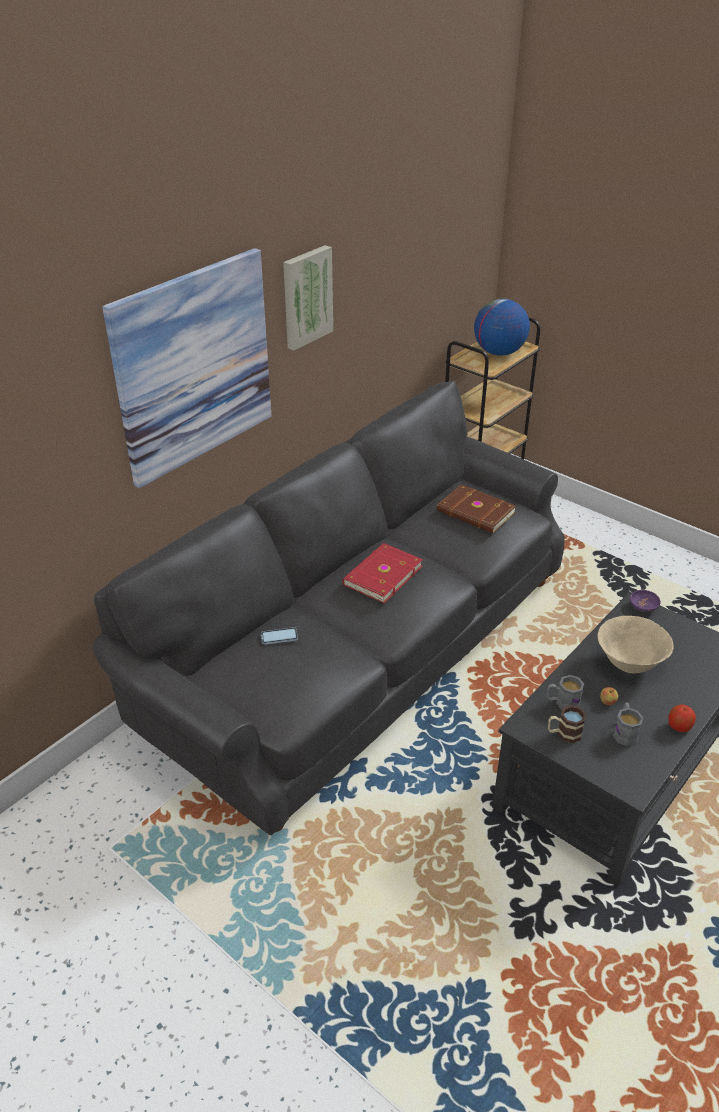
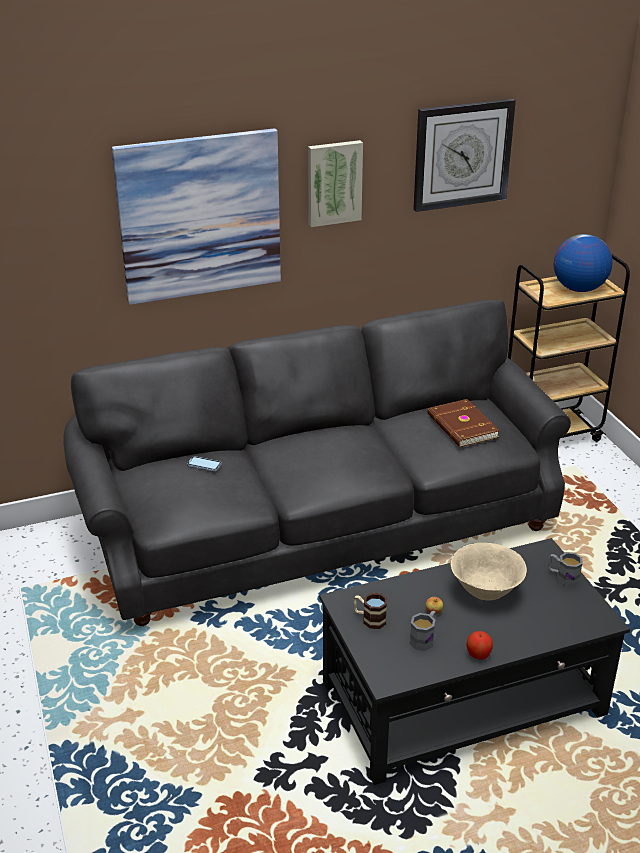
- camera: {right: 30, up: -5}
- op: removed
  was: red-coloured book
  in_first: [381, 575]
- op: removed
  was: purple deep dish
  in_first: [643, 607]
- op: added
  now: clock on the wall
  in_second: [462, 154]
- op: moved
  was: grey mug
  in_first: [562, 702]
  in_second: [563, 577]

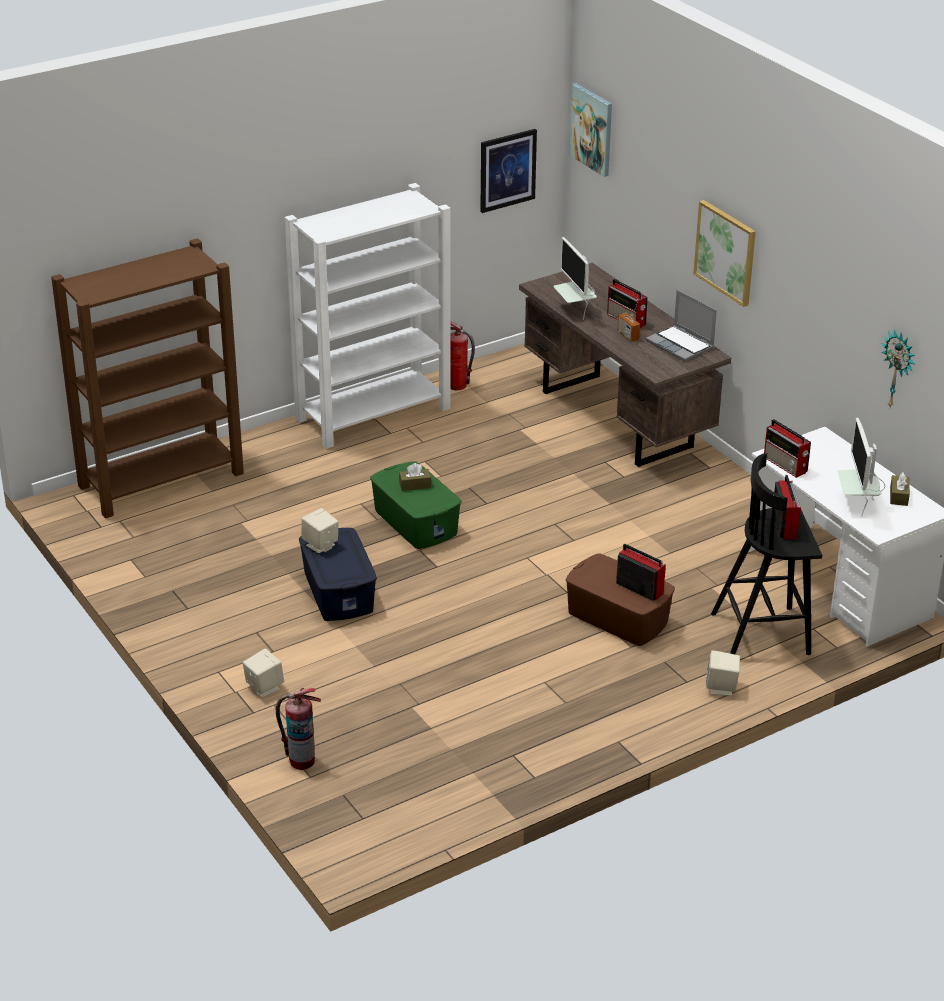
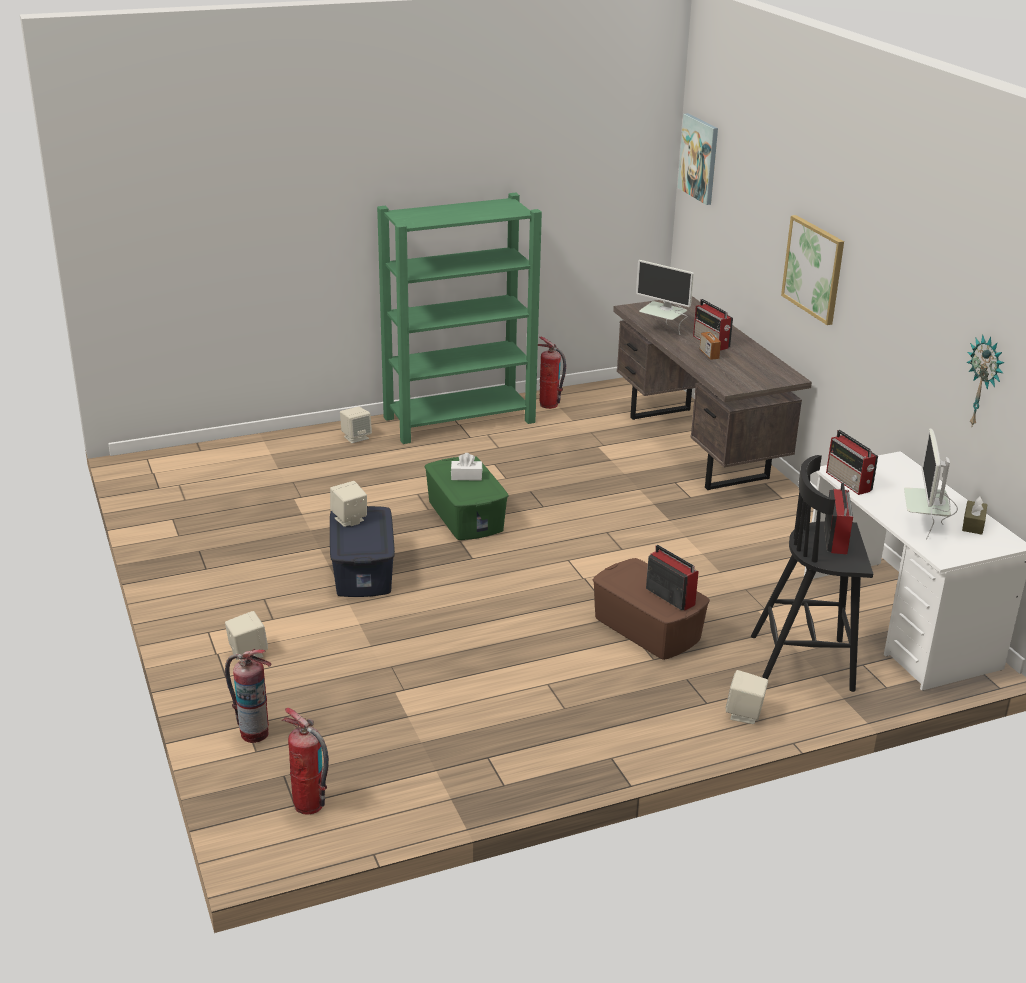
- camera: {right: 10, up: -5}
- op: removed
  was: brown shelving unit
  in_first: [161, 479]
- op: removed
  was: picture
  in_first: [507, 170]
- op: removed
  was: laptop
  in_first: [681, 345]
- op: added
  now: extinguisher
  in_second: [309, 805]
- op: added
  now: beige-coloured speaker
  in_second: [356, 437]
- op: recoloured
  was: white shelving unit
  now: green-coloured shelving unit
  in_first: [373, 414]
  in_second: [459, 420]
- op: recoloured
  was: brown tissue box
  now: white tissue box
  in_first: [415, 485]
  in_second: [466, 476]
- op: turned
  was: monitor
  in_first: [575, 310]
  in_second: [662, 330]
  clockwise: -45

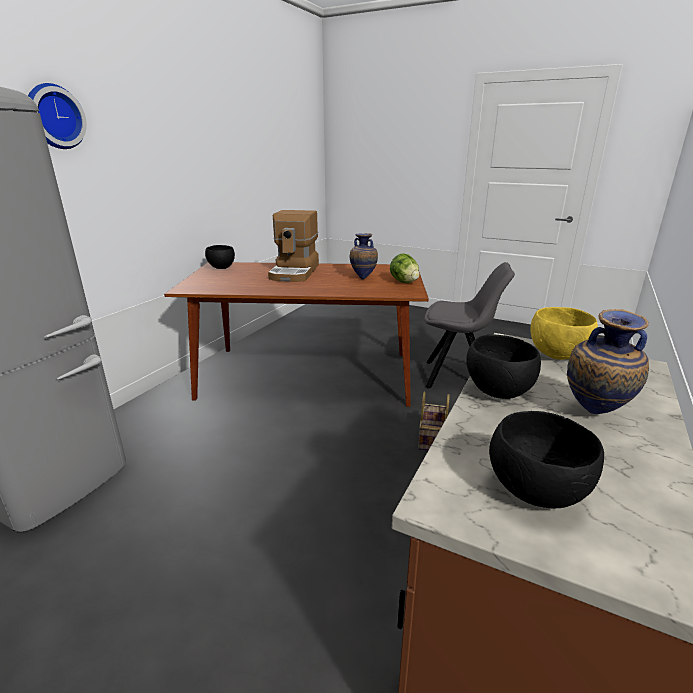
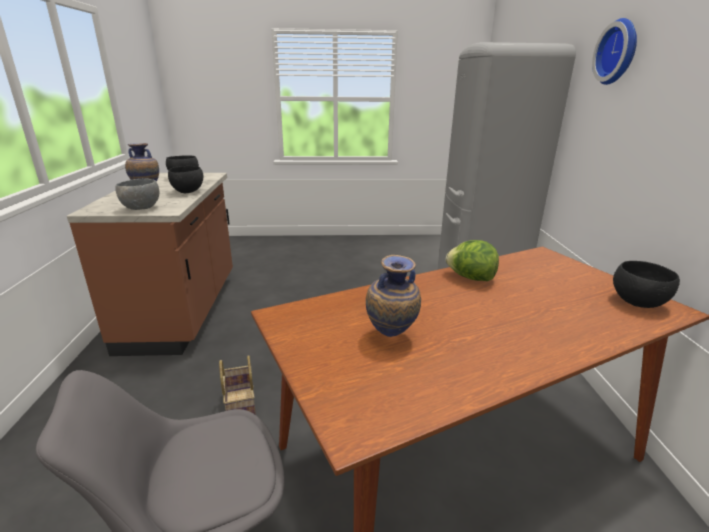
- camera: {right: 150, up: 0}
- op: removed
  was: coffee machine
  in_first: [295, 272]
- op: moved
  was: head of lettuce
  in_first: [404, 282]
  in_second: [470, 278]
- op: recoloured
  was: yellowish deep dish
  now: grey deep dish
  in_first: [556, 354]
  in_second: [142, 208]

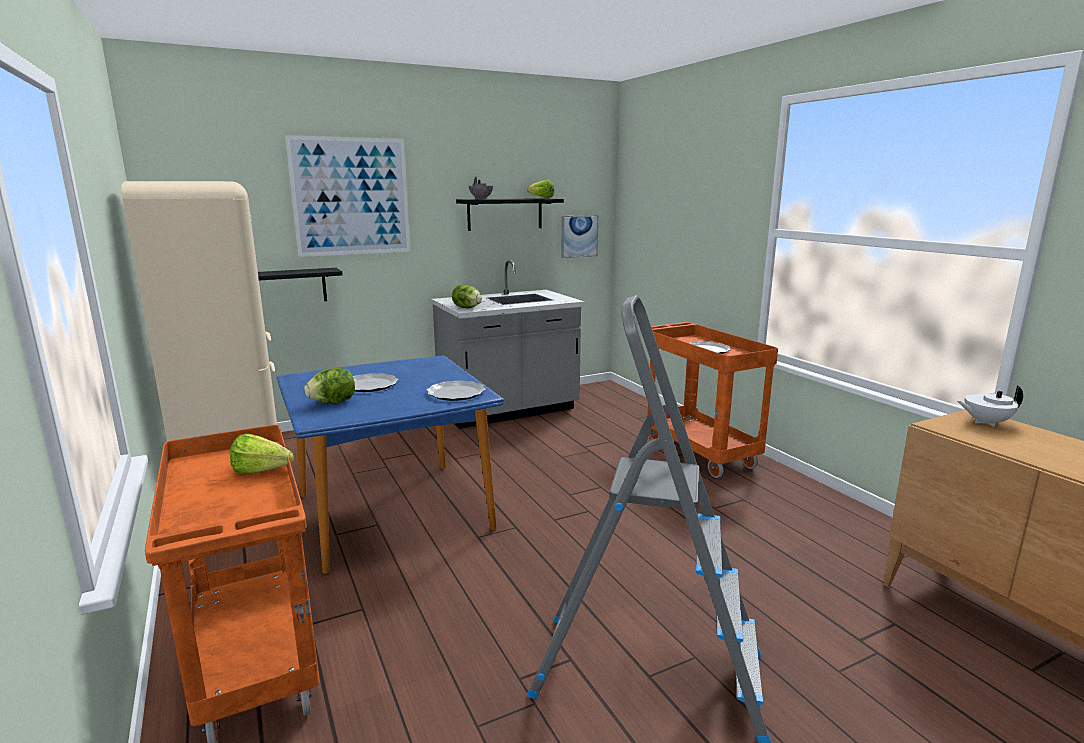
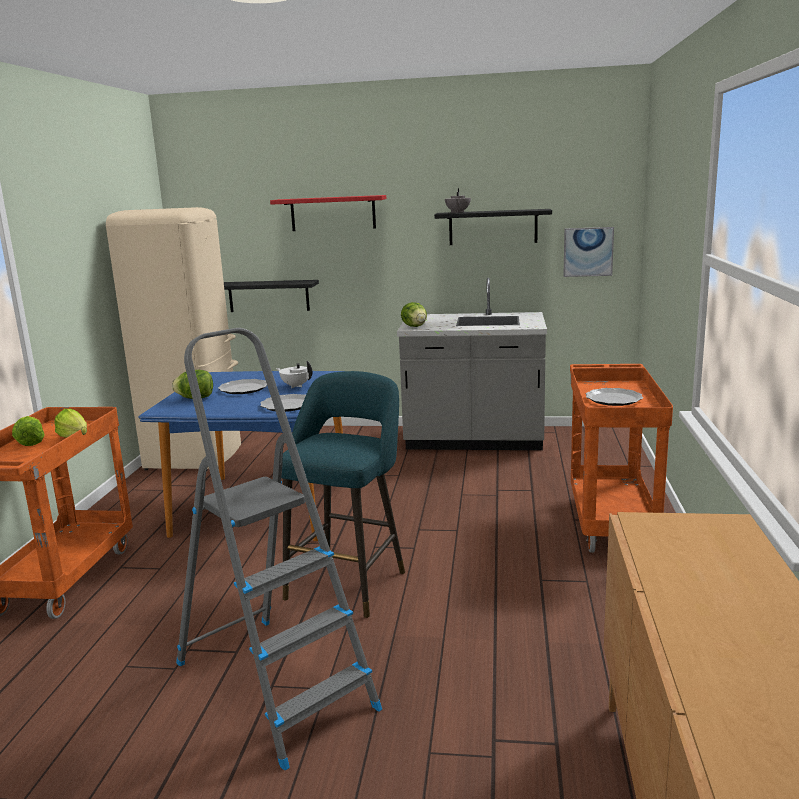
- camera: {right: 35, up: 0}
- op: added
  now: turquoise-coloured sitting stool
  in_second: [349, 582]
- op: moved
  was: head of lettuce
  in_first: [540, 198]
  in_second: [32, 440]
- op: moved
  was: white teapot
  in_first: [985, 422]
  in_second: [296, 386]
- op: replaced
  was: picture
  now: red-coloured shelf
  in_first: [351, 197]
  in_second: [333, 213]

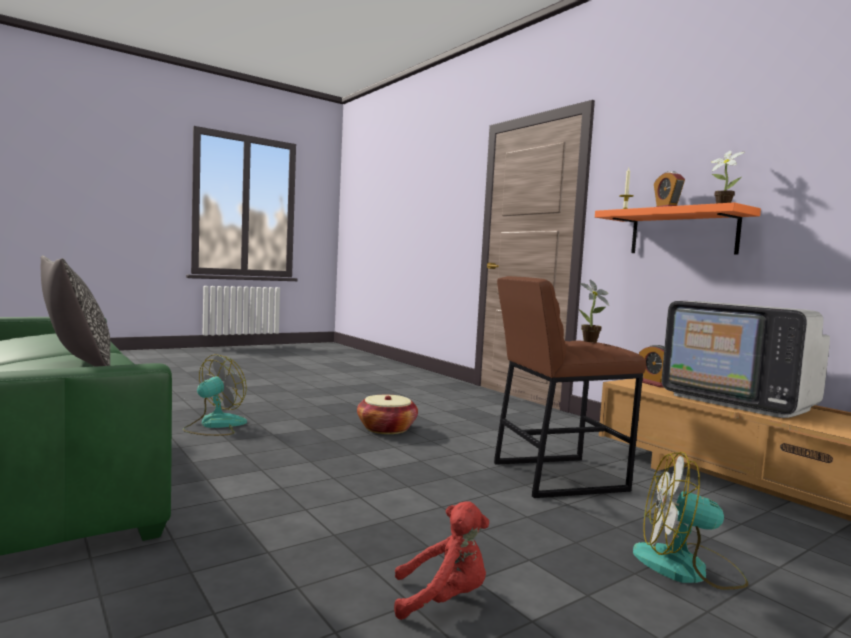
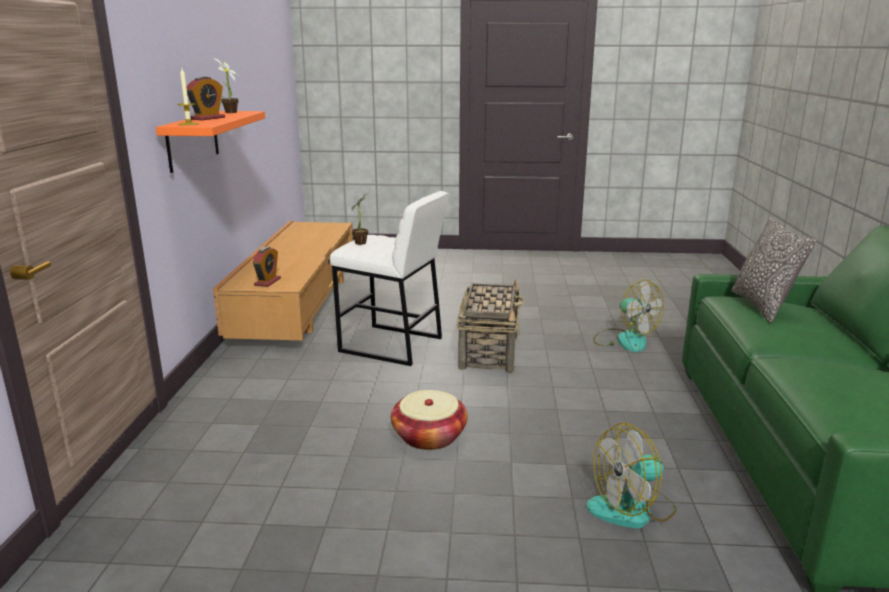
- camera: {right: -140, up: 15}
- op: removed
  was: red-coloured cuddly toy
  in_first: [443, 600]
- op: removed
  was: TV set
  in_first: [738, 402]
- op: added
  now: basket
  in_second: [489, 352]
- op: moved
  was: cooling fan
  in_first: [687, 568]
  in_second: [624, 340]
- op: recoloured
  was: brown sitting stool
  now: white sitting stool
  in_first: [555, 476]
  in_second: [393, 345]

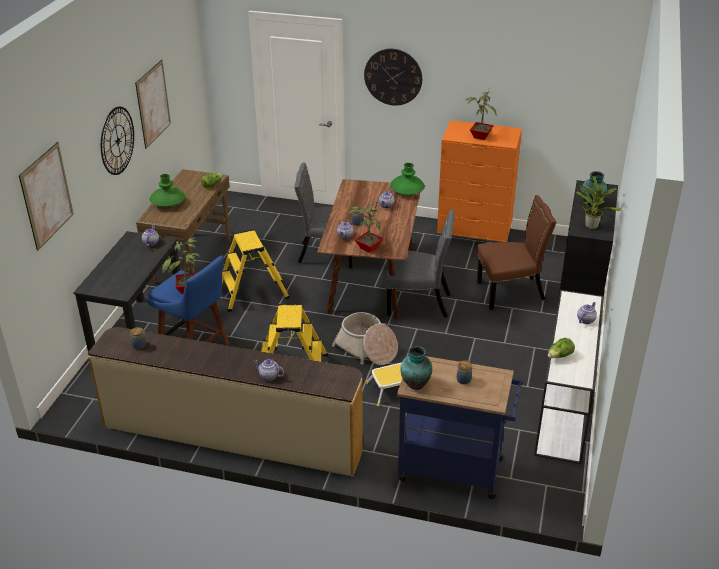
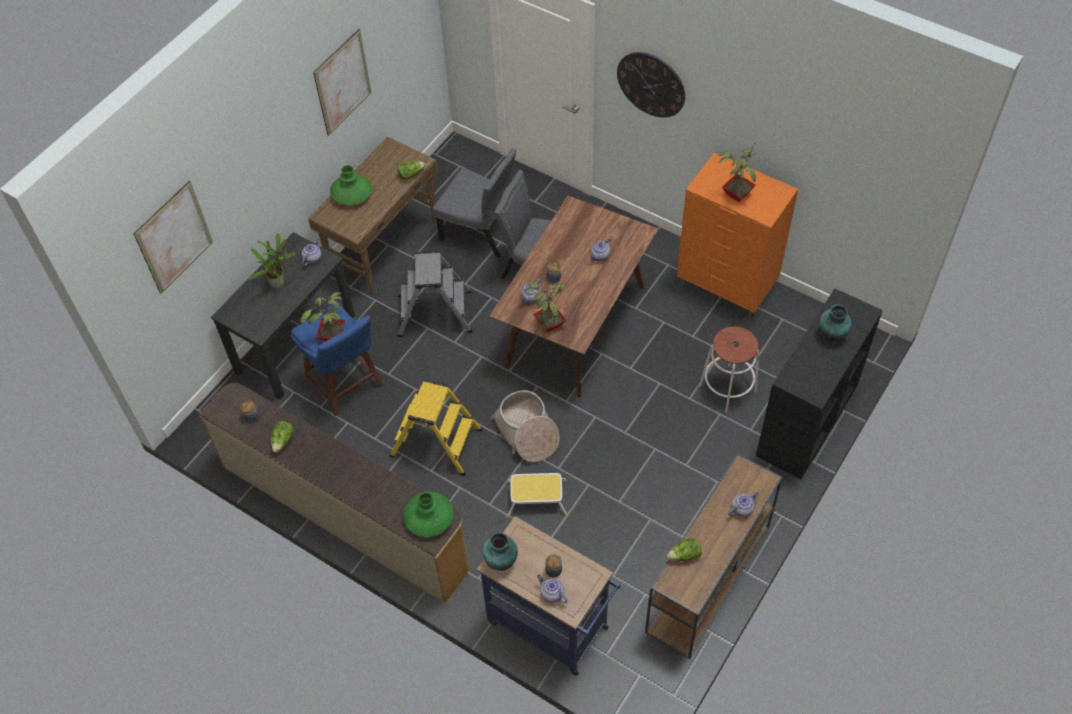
- camera: {right: 20, up: 20}
- op: removed
  was: clock on the wall
  in_first: [117, 140]
- op: added
  now: head of lettuce
  in_second: [283, 440]
- op: moved
  was: teapot
  in_first: [269, 376]
  in_second: [551, 594]
- op: moved
  was: grey chair
  in_first: [417, 303]
  in_second: [479, 231]
- op: moved
  was: green-coloured decorative vase
  in_first: [407, 191]
  in_second: [429, 518]
- op: moved
  was: houseplant
  in_first: [591, 225]
  in_second: [278, 282]
- op: replaced
  was: brown chair
  now: white sitting stool
  in_first: [509, 292]
  in_second: [727, 388]
- op: recoloured
  was: yellowish step stool
  now: grey step stool
  in_first: [253, 292]
  in_second: [434, 313]
- op: recoloured
  was: white hall table
  now: brown hall table
  in_first: [564, 409]
  in_second: [708, 580]

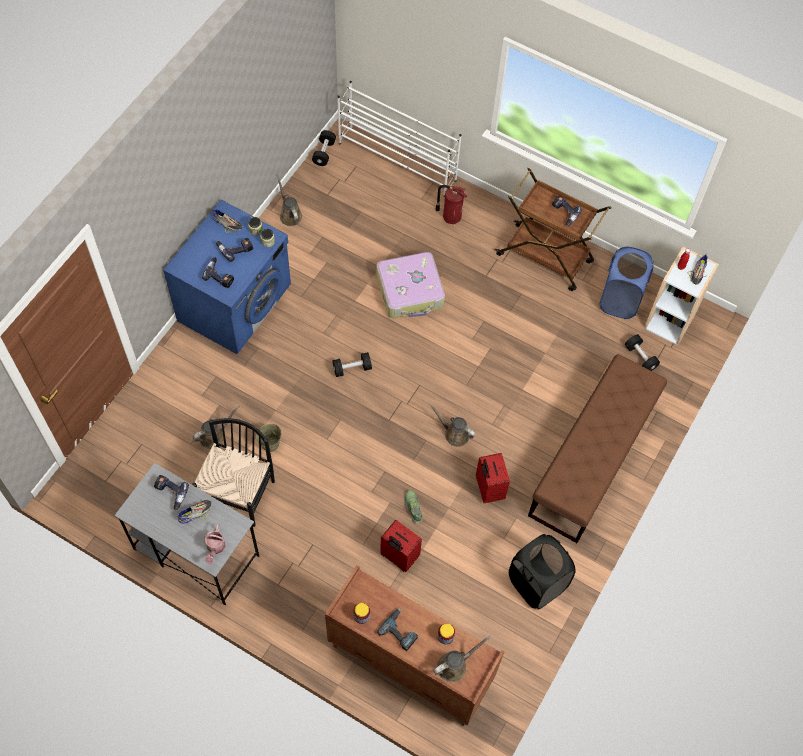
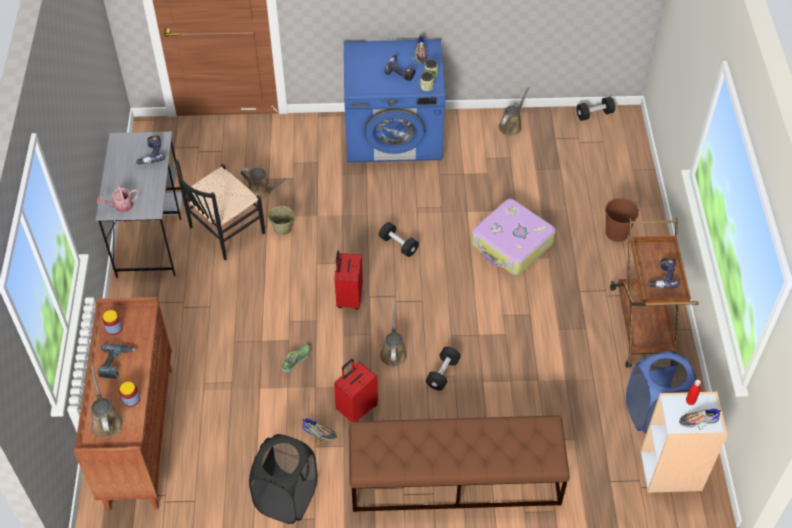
- camera: {right: 60, up: -10}
- op: removed
  was: drill
  in_first: [220, 275]
- op: removed
  was: white shoe stand
  in_first: [397, 162]
- op: moved
  was: item of footwear
  in_first: [195, 512]
  in_second: [319, 432]
- op: moved
  was: red-coloured piece of luggage
  in_first: [398, 556]
  in_second: [348, 298]
- op: moved
  was: black-coloured hand weight
  in_first: [640, 357]
  in_second: [442, 373]
- op: replaced
  was: extinguisher
  now: brown pail
  in_first: [450, 217]
  in_second: [616, 233]
- op: turned
  was: black-coloured chair
  in_first: [239, 491]
  in_second: [224, 232]
  clockwise: 150
- op: turned
  was: brown watering pot
  in_first: [455, 665]
  in_second: [106, 420]
  clockwise: -135

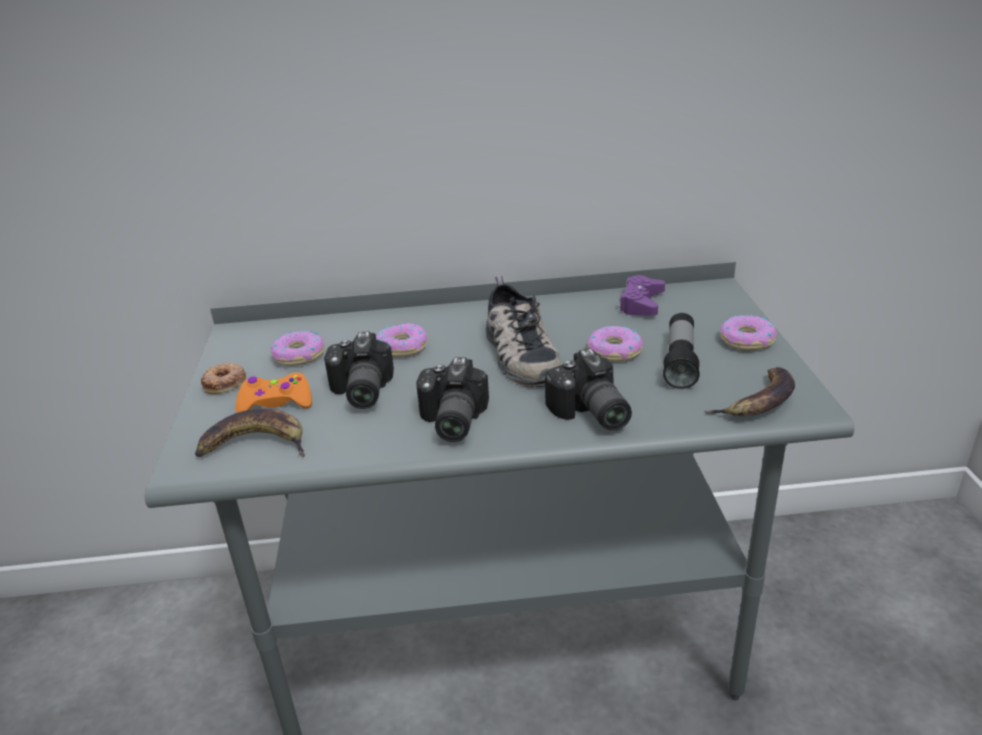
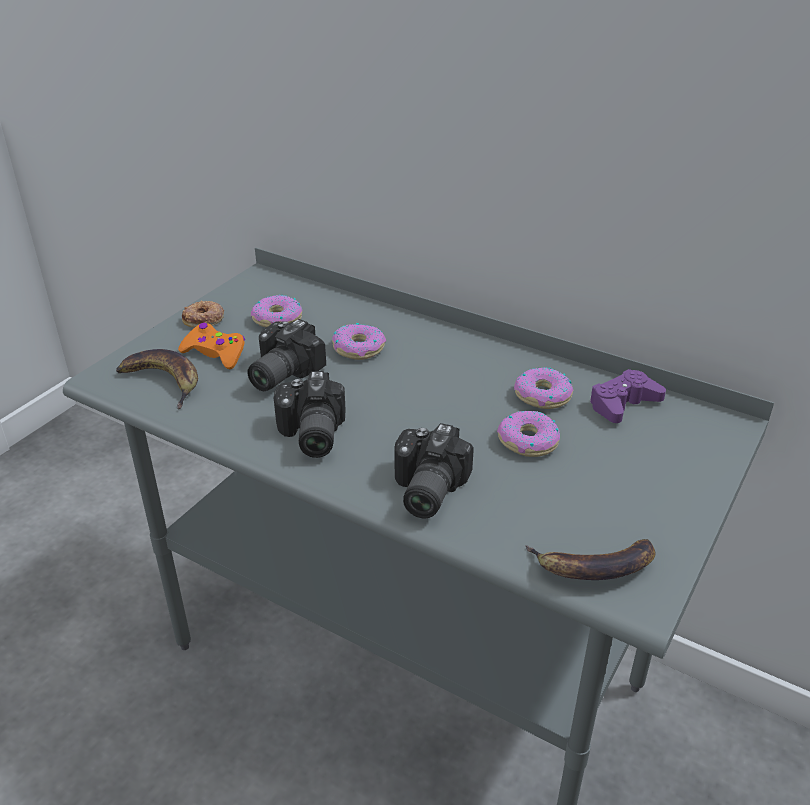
- camera: {right: 35, up: 5}
- op: removed
  was: item of footwear
  in_first: [518, 353]
- op: removed
  was: hand torch
  in_first: [680, 362]
- op: moved
  was: ring doughnut
  in_first: [746, 340]
  in_second: [542, 396]
- op: turned
  was: photo camera
  in_first: [450, 421]
  in_second: [309, 435]
  clockwise: -45

